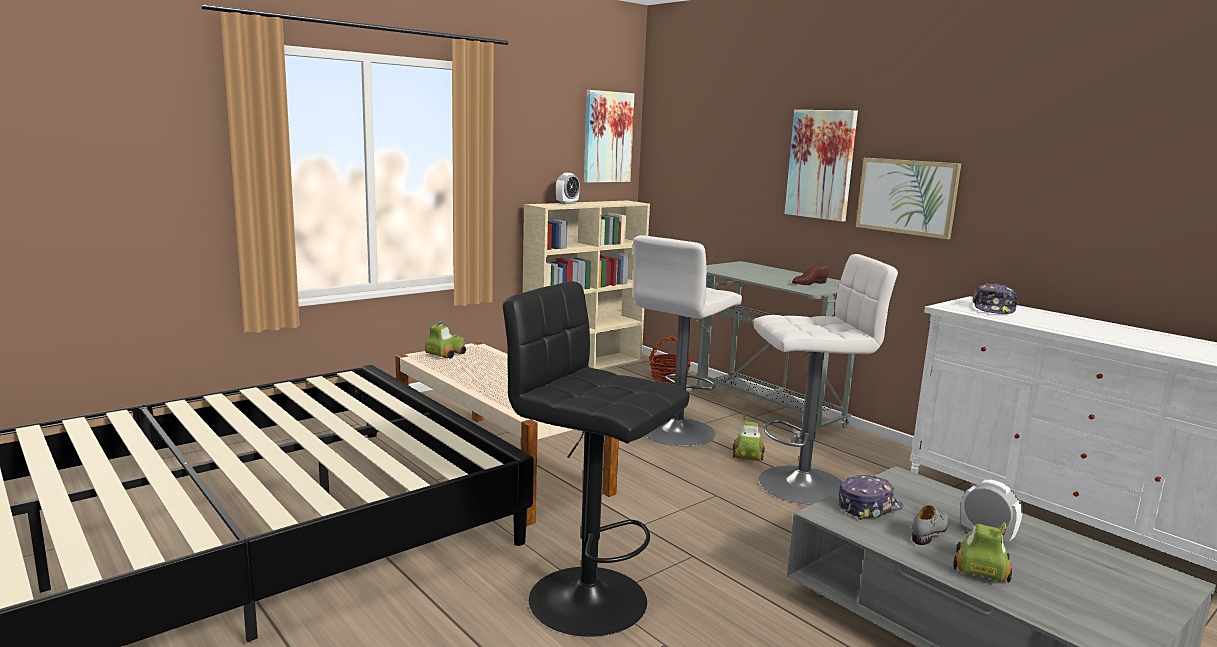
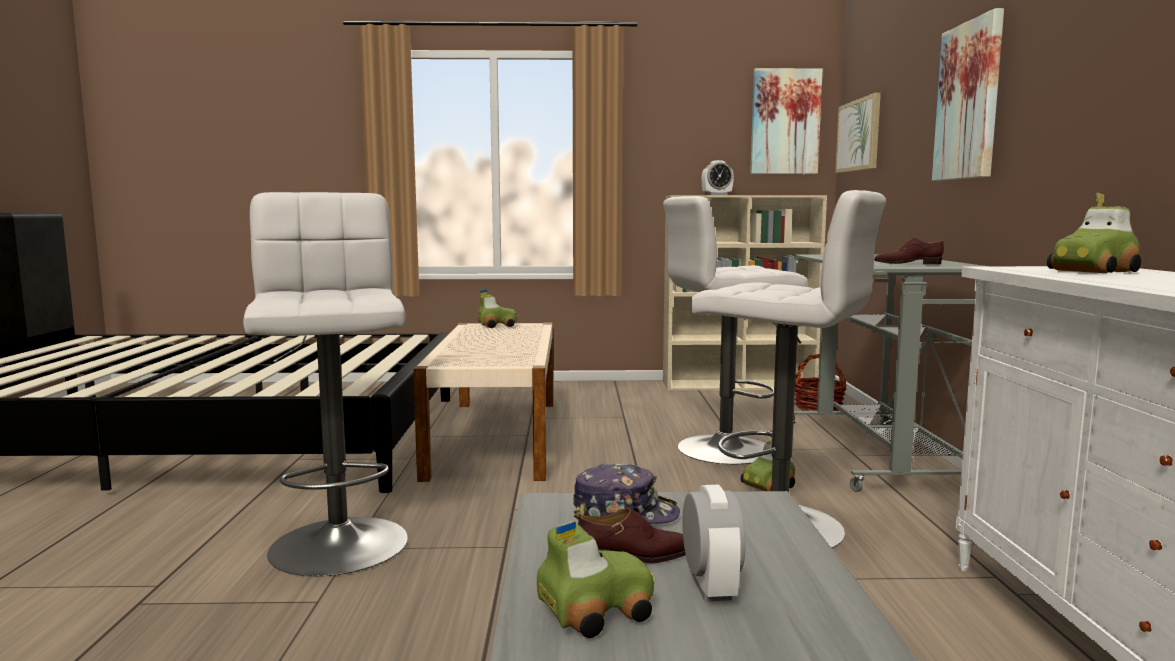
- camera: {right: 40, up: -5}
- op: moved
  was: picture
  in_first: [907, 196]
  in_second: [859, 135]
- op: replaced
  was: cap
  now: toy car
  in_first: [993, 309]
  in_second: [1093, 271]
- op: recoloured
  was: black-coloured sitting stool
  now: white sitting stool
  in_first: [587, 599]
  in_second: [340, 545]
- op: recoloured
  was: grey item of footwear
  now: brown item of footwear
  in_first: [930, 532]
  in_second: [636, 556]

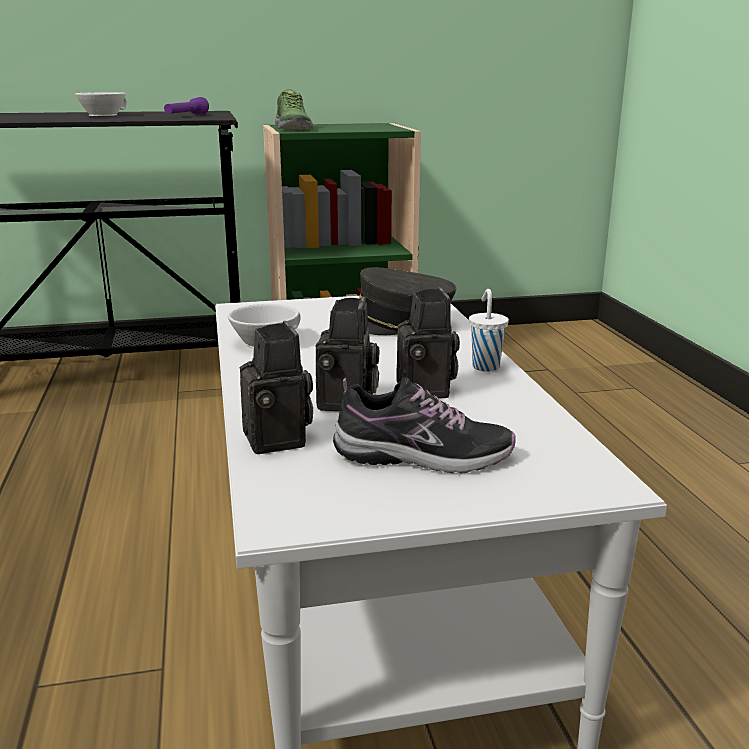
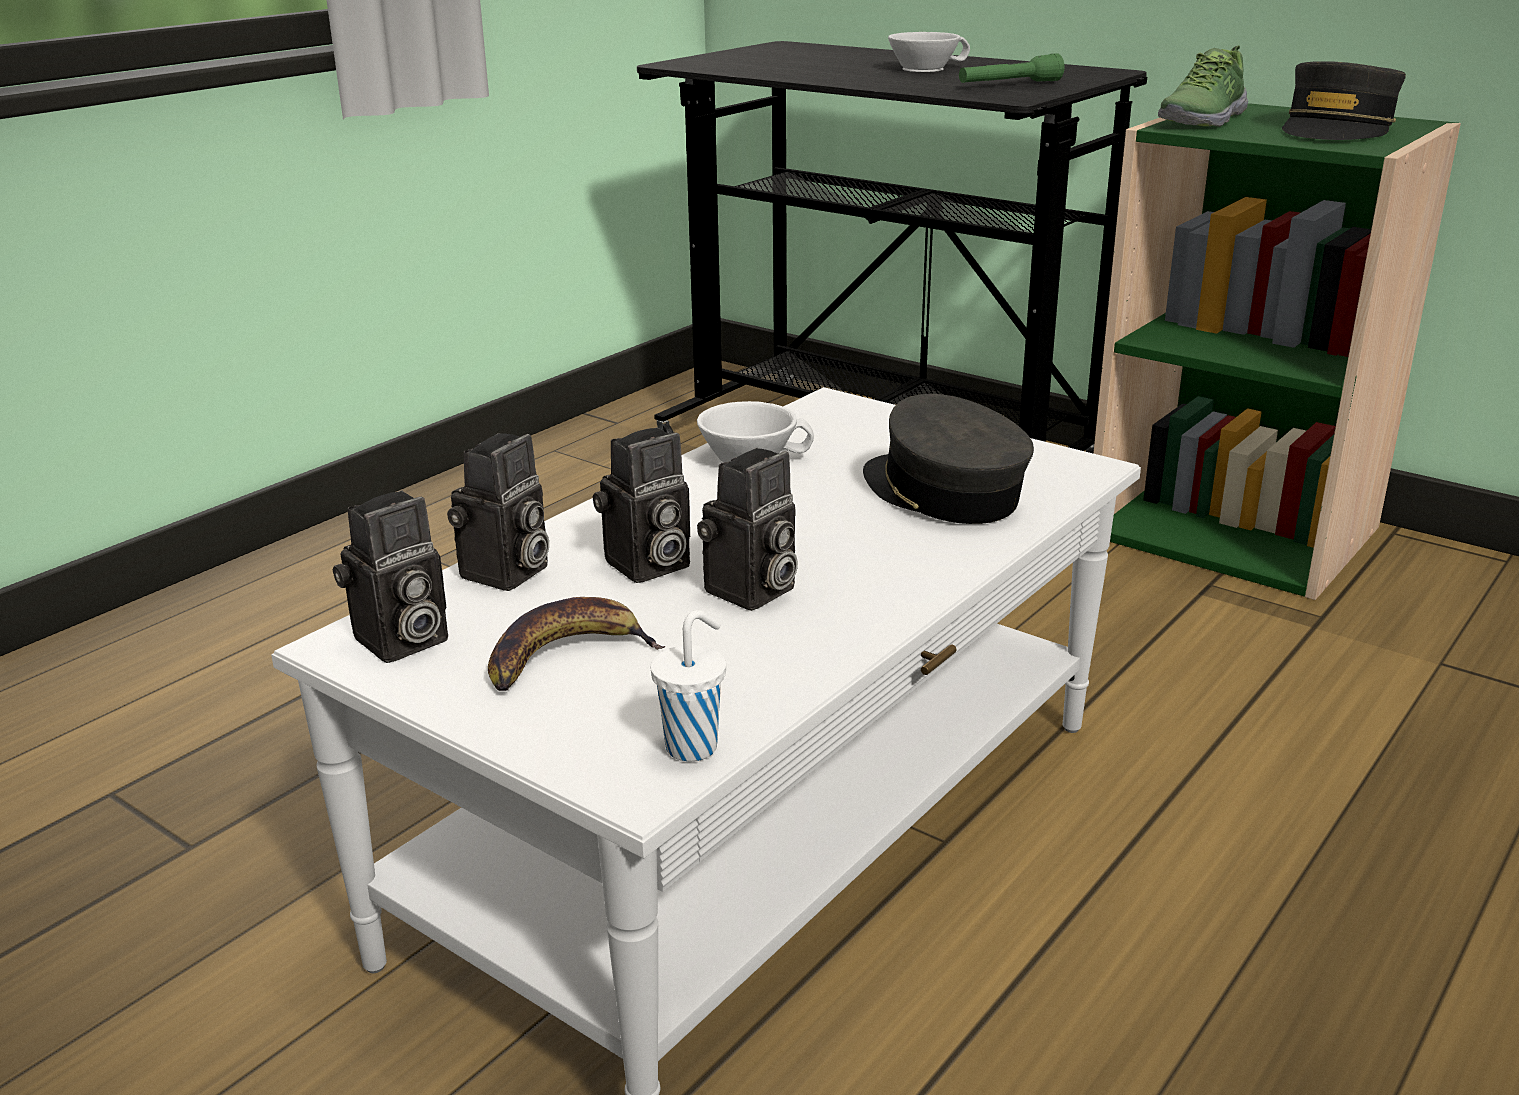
- camera: {right: 50, up: 5}
- op: added
  now: photo camera
  in_second: [400, 643]
- op: added
  now: grey cap
  in_second: [1337, 129]
- op: moved
  was: white cup
  in_first: [485, 366]
  in_second: [694, 746]
- op: replaced
  was: item of footwear
  now: whole banana
  in_first: [423, 456]
  in_second: [567, 656]
- op: recoloured
  was: purple hand torch
  now: green-coloured hand torch
  in_first: [186, 116]
  in_second: [1009, 85]

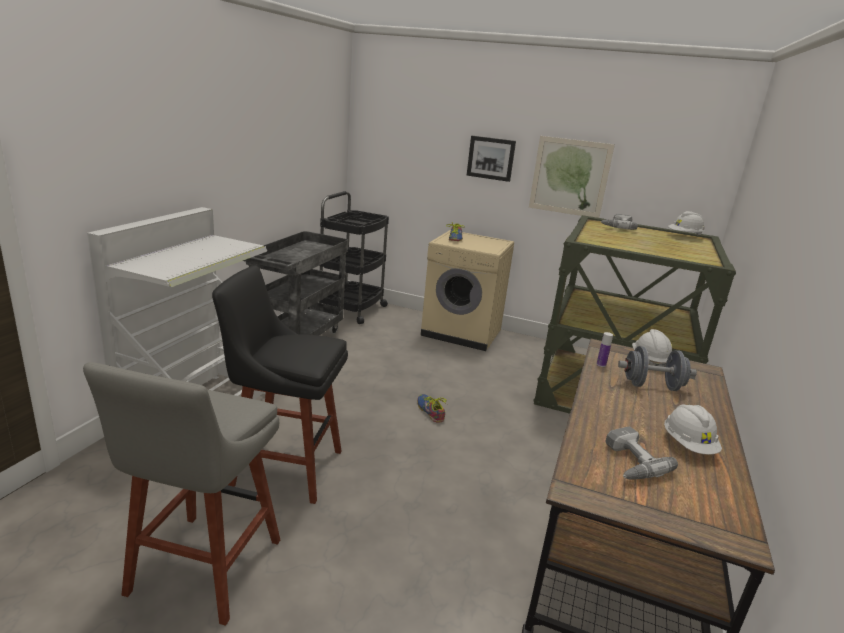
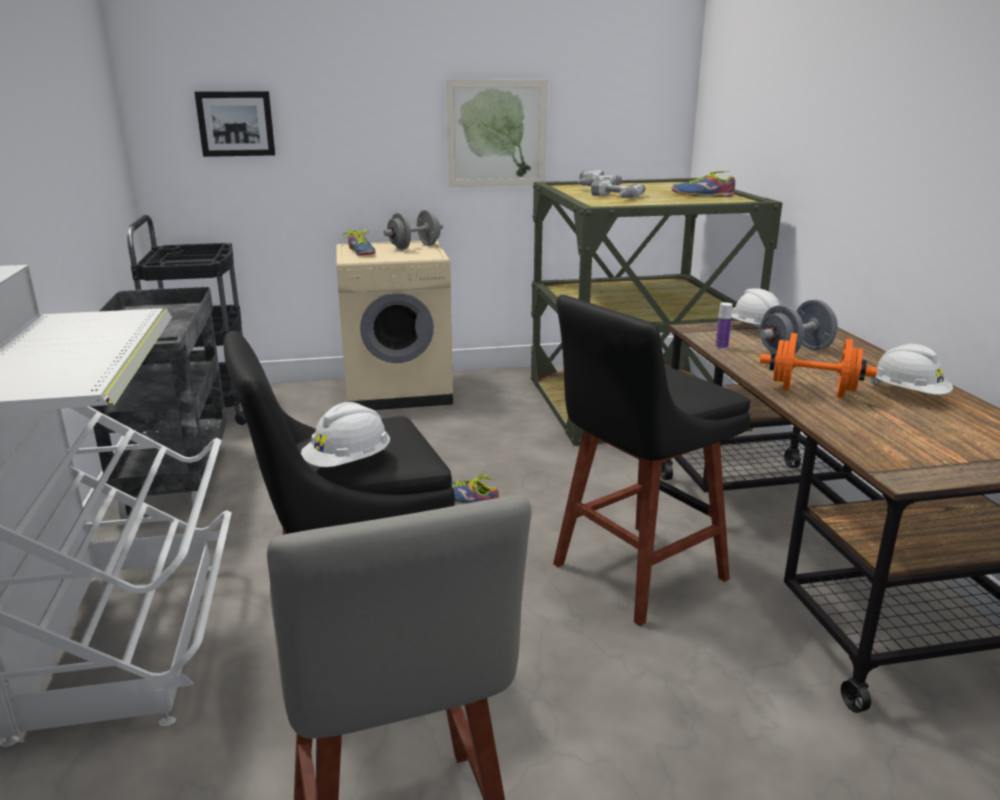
- camera: {right: -30, up: 0}
- op: added
  now: grey hand weight
  in_second: [414, 247]
- op: added
  now: black-coloured sitting stool
  in_second: [635, 573]
- op: added
  now: item of footwear
  in_second: [702, 195]
- op: added
  now: orange hand weight
  in_second: [812, 392]
- op: moved
  was: picture
  in_first: [491, 158]
  in_second: [236, 123]
- op: moved
  was: drill
  in_first: [629, 462]
  in_second: [613, 197]
- op: moved
  was: white work helmet
  in_first: [684, 235]
  in_second: [348, 463]

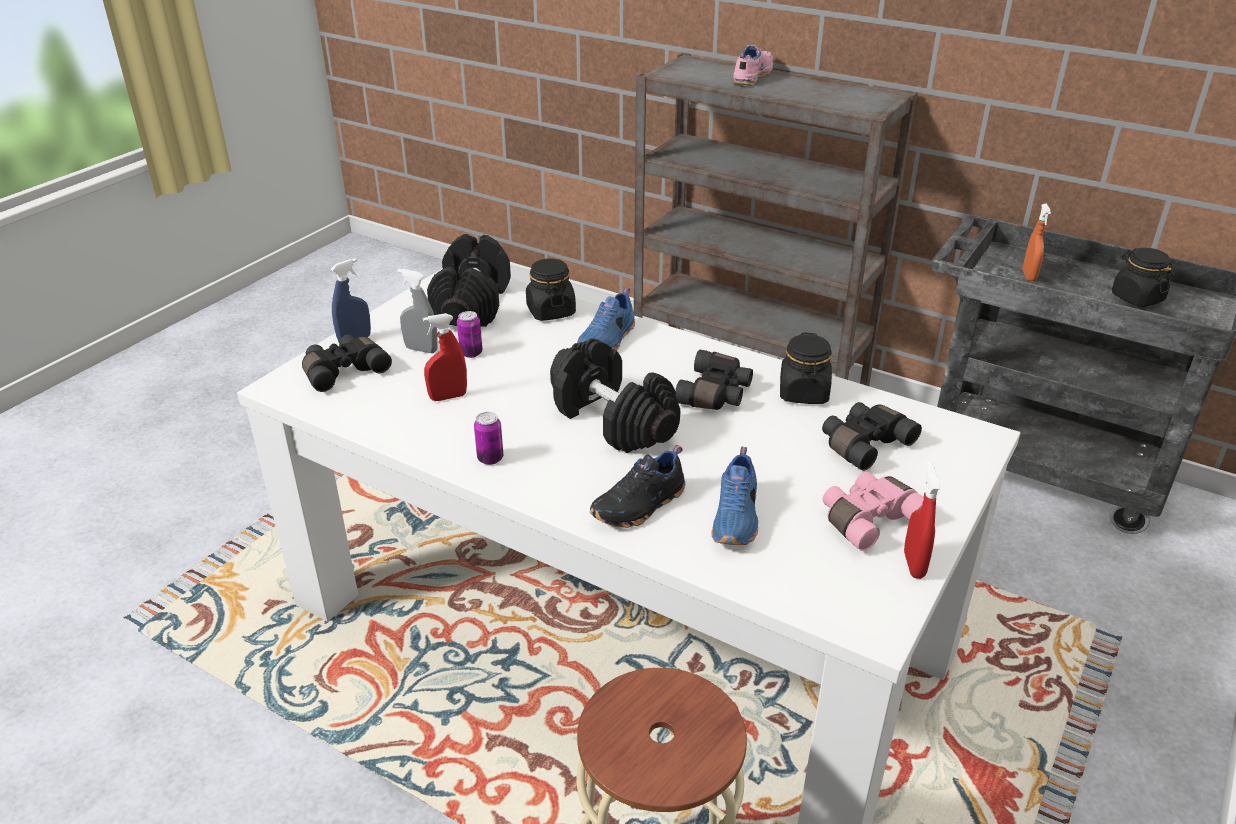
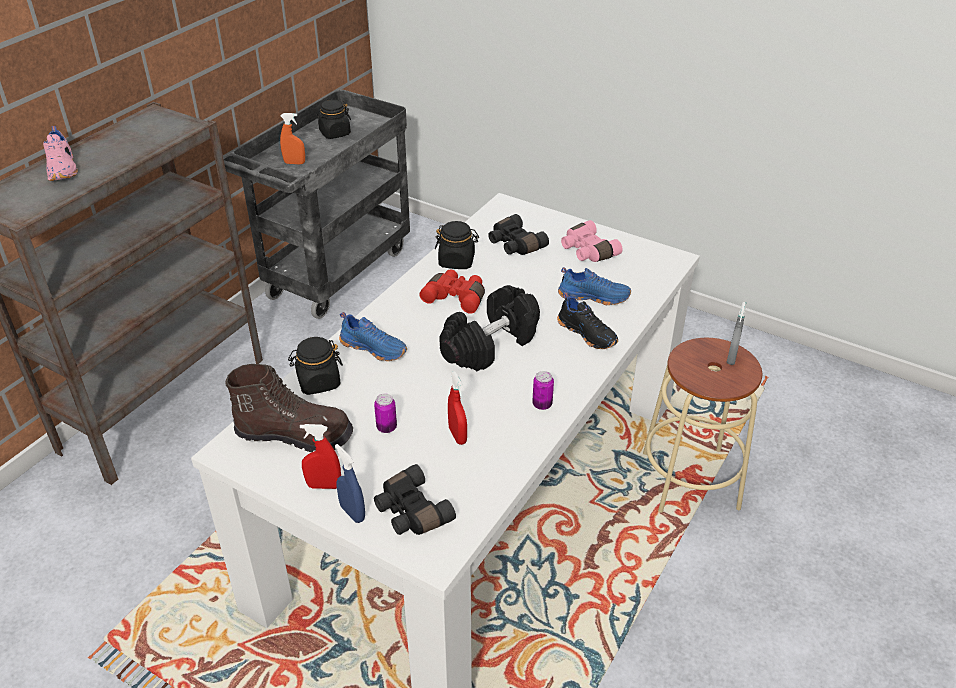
- camera: {right: -90, up: 5}
- op: moved
  was: grey sprayer
  in_first: [421, 349]
  in_second: [731, 358]
- op: moved
  was: red-coloured sprayer
  in_first: [914, 565]
  in_second: [324, 485]
- op: replaced
  was: black-coloured hand weight
  now: brown high-top boot
  in_first: [472, 305]
  in_second: [295, 434]
- op: recoloured
  was: black-coloured pair of binoculars
  now: red-coloured pair of binoculars
  in_first: [716, 393]
  in_second: [456, 297]
- op: turned
  was: pink-coloured item of footwear
  in_first: [751, 77]
  in_second: [63, 169]
  clockwise: -135

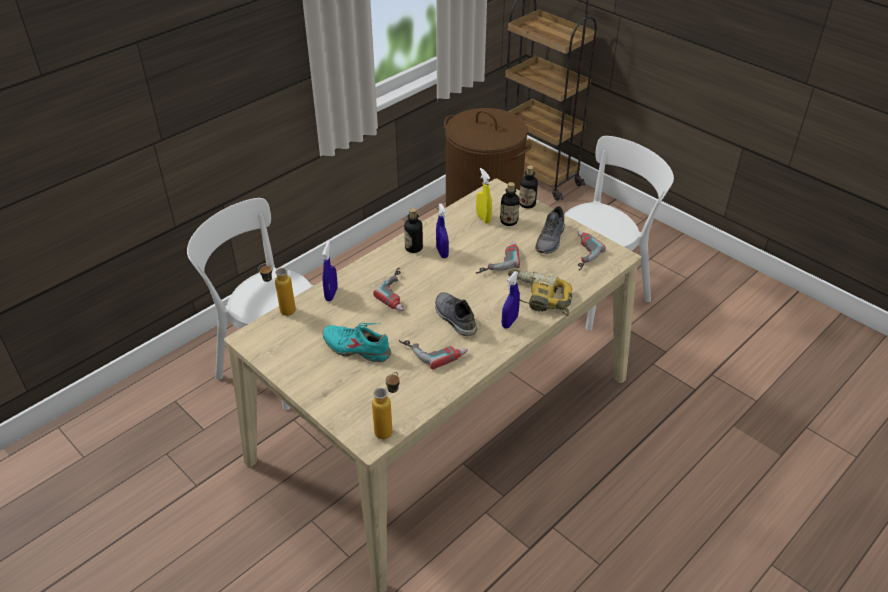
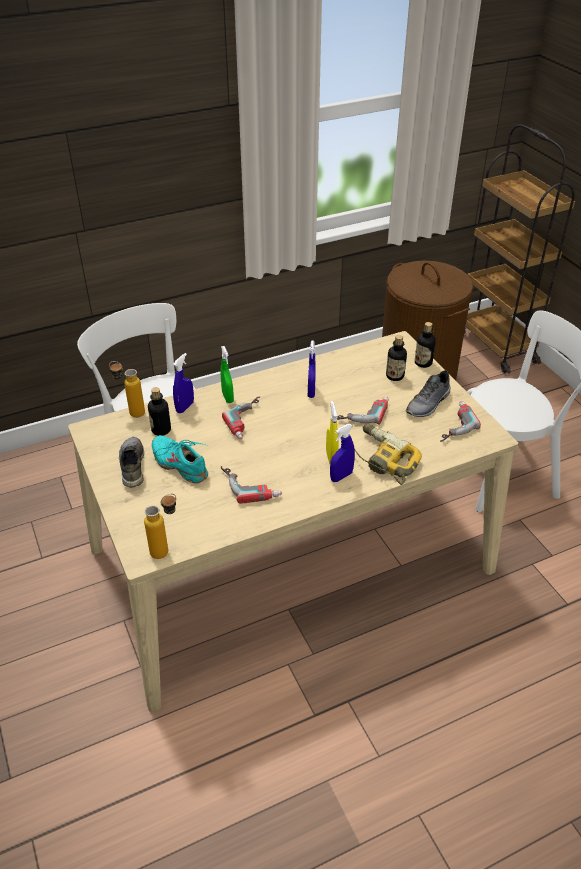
- camera: {right: 20, up: 0}
- op: added
  now: green-coloured sprayer
  in_second: [227, 397]
- op: moved
  was: bottle
  in_first: [413, 248]
  in_second: [161, 430]
- op: moved
  was: grey item of footwear
  in_first: [454, 318]
  in_second: [131, 466]
- op: moved
  was: yellowish sprayer
  in_first: [483, 218]
  in_second: [331, 458]

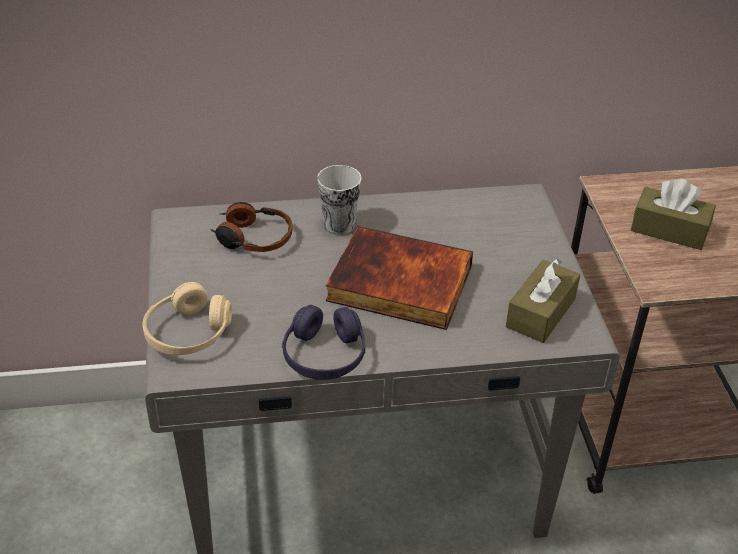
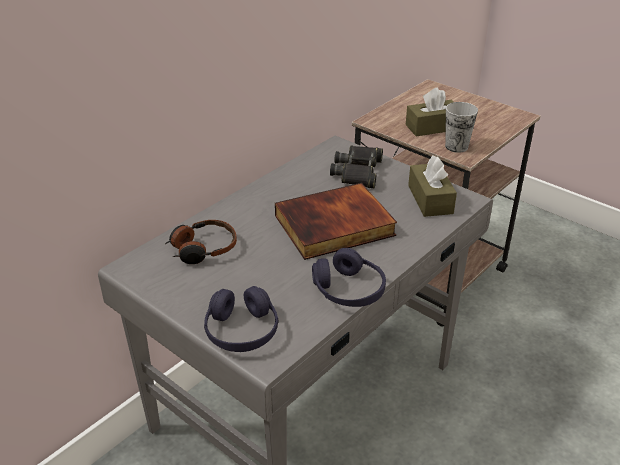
- camera: {right: -40, up: -5}
- op: added
  now: black-coloured pair of binoculars
  in_second: [358, 172]
- op: moved
  was: cup
  in_first: [339, 225]
  in_second: [456, 146]
- op: recoloured
  was: beige-coloured pair of headphones
  now: purple pair of headphones
  in_first: [188, 333]
  in_second: [242, 331]

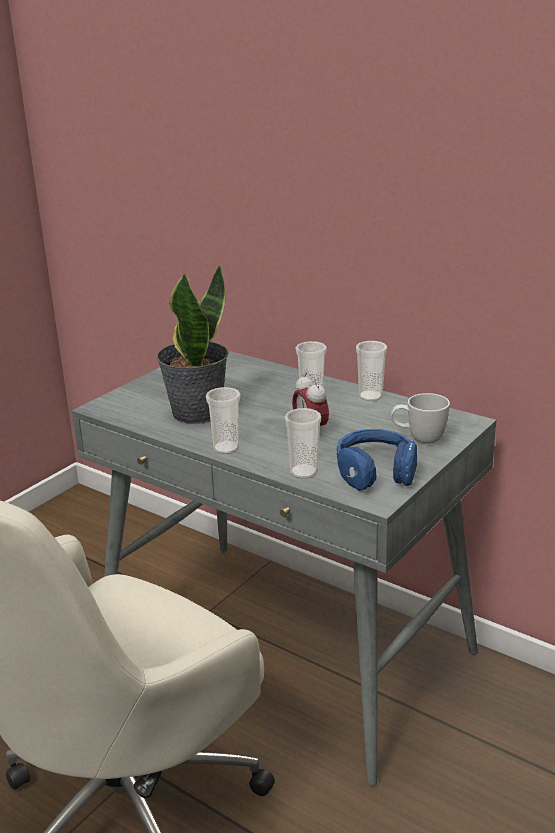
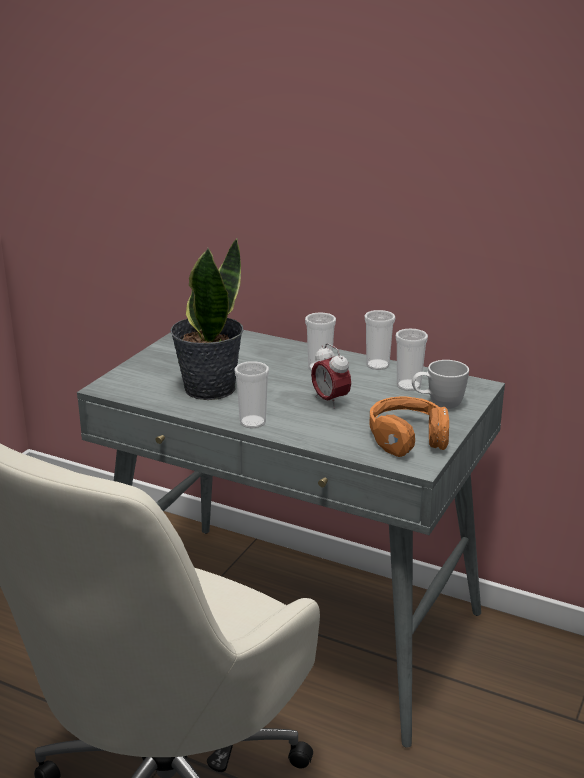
- camera: {right: -10, up: 0}
- op: moved
  was: cup
  in_first: [304, 472]
  in_second: [408, 386]
- op: recoloured
  was: blue pair of headphones
  now: orange pair of headphones
  in_first: [375, 472]
  in_second: [407, 438]

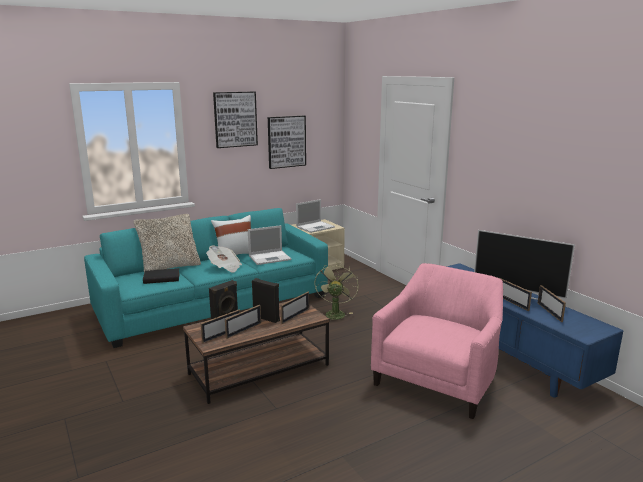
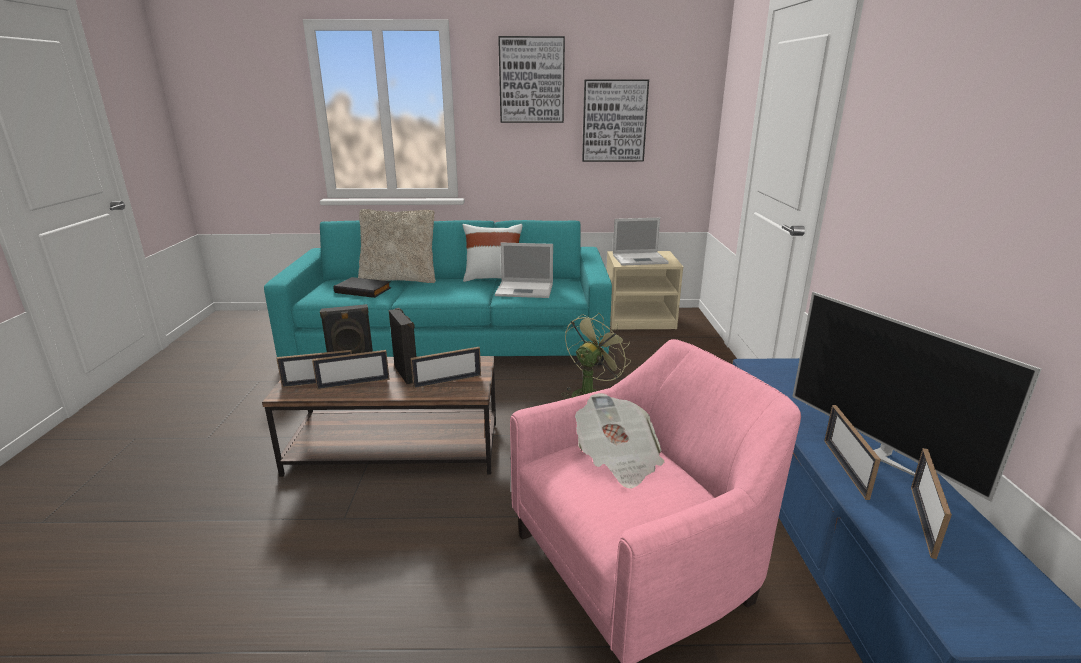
- camera: {right: 30, up: 5}
- op: moved
  was: daily paper
  in_first: [225, 267]
  in_second: [618, 459]

